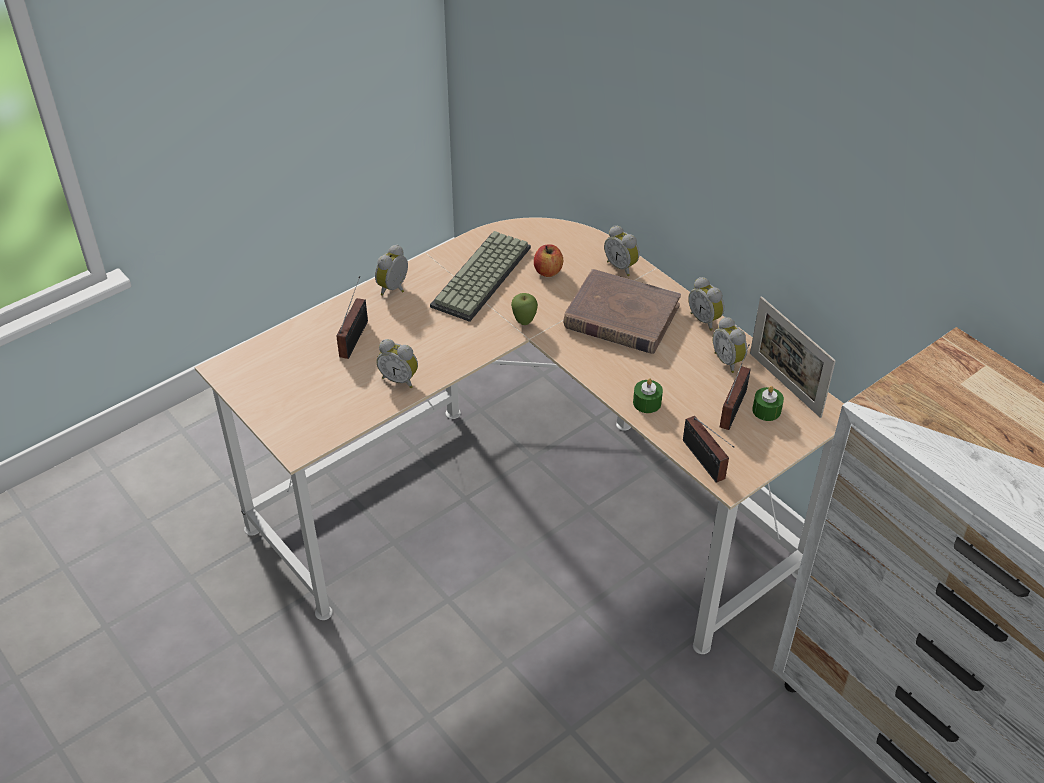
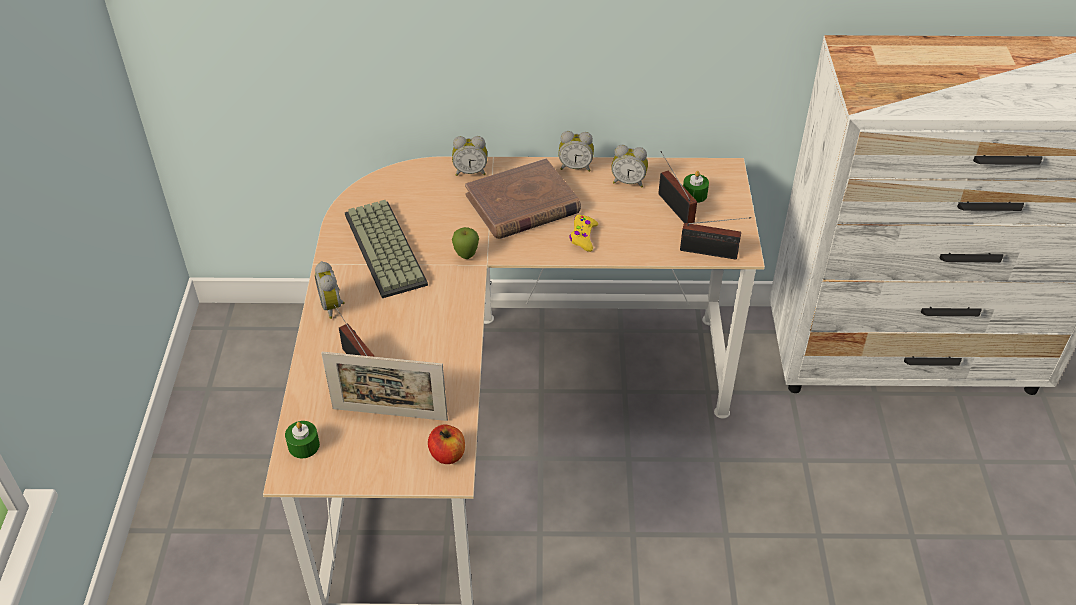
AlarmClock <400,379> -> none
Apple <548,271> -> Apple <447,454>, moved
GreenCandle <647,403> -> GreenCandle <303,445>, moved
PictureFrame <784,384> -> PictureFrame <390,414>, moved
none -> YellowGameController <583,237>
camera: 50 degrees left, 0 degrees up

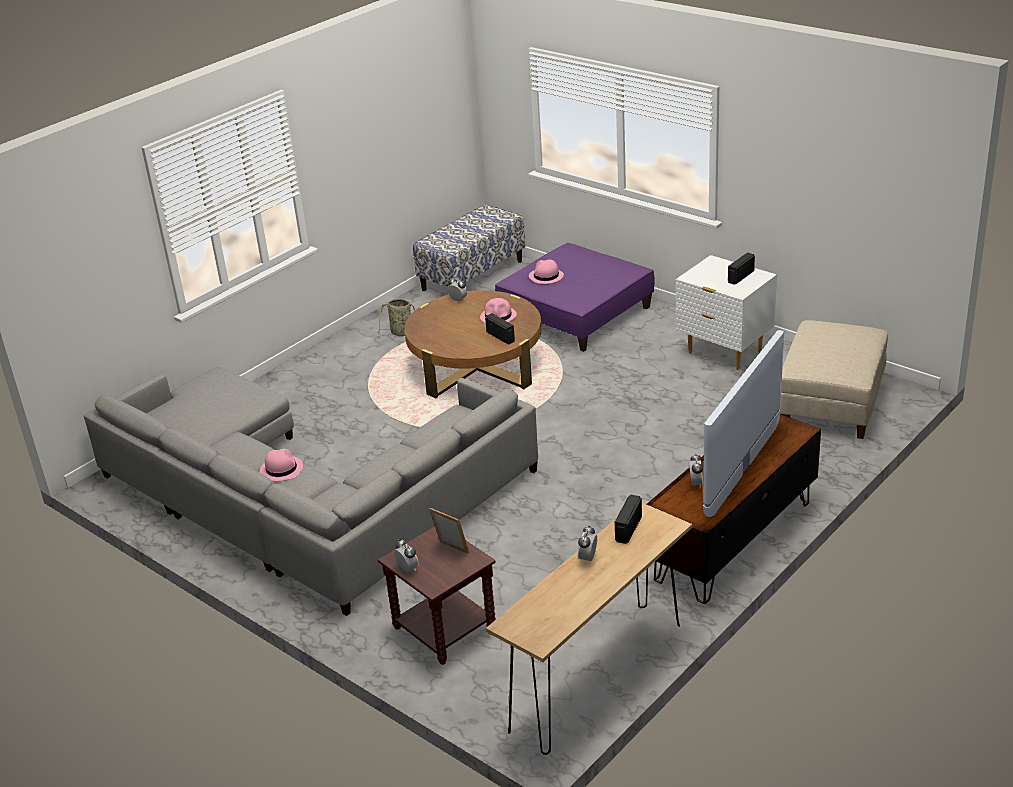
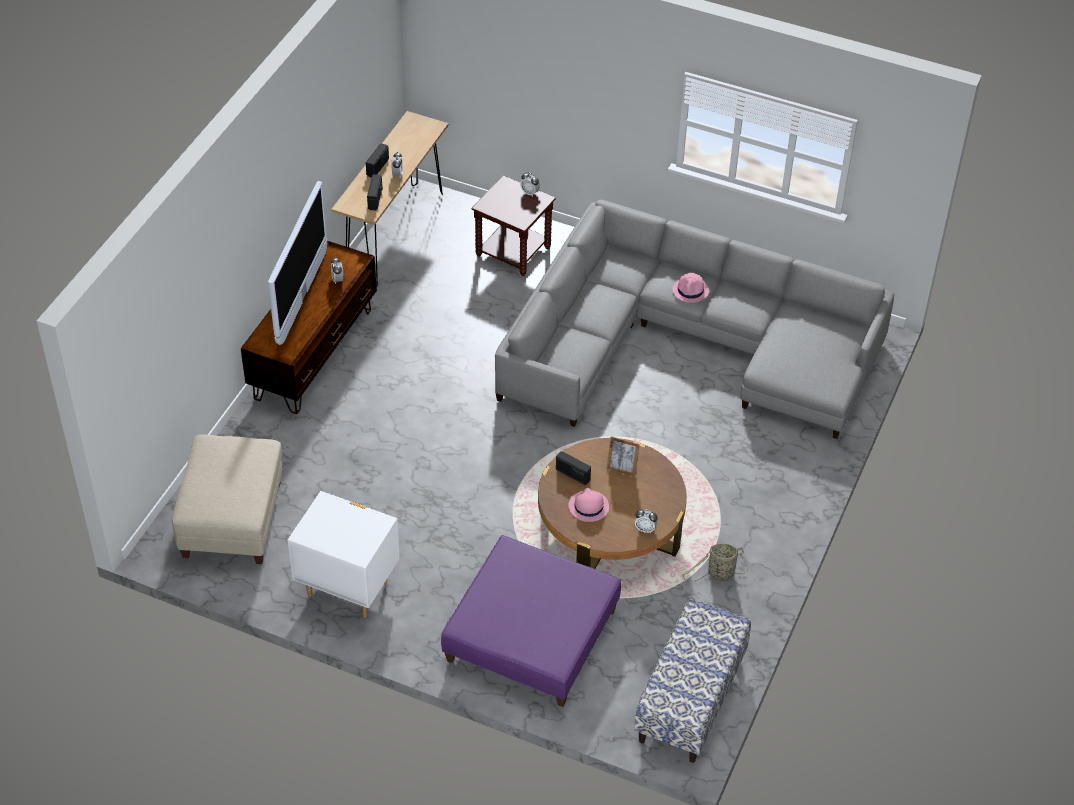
PictureFrame <451,550> -> PictureFrame <621,469>, moved
PinkHat <546,276> -> none
Radio <740,276> -> Radio <378,167>, moved
camera: 160 degrees right, 15 degrees up

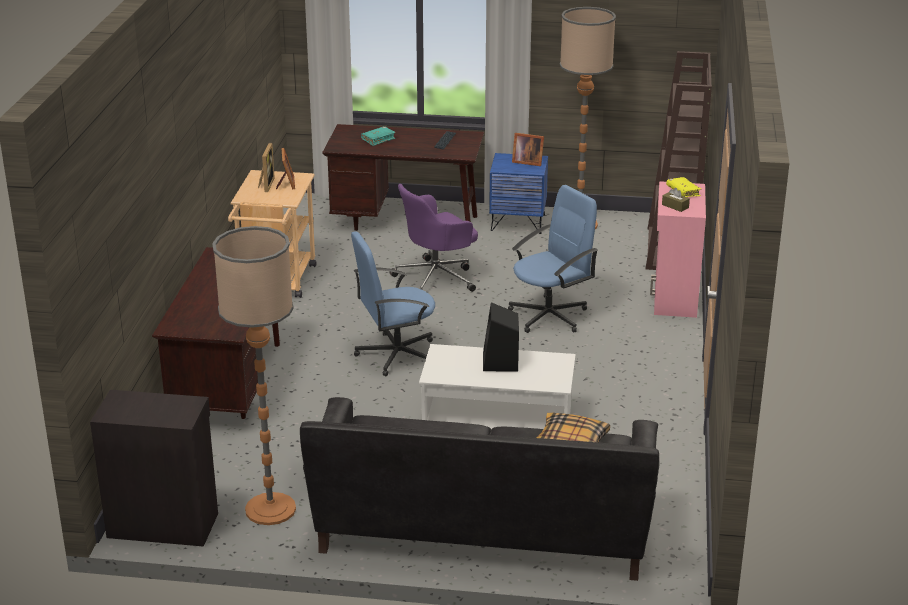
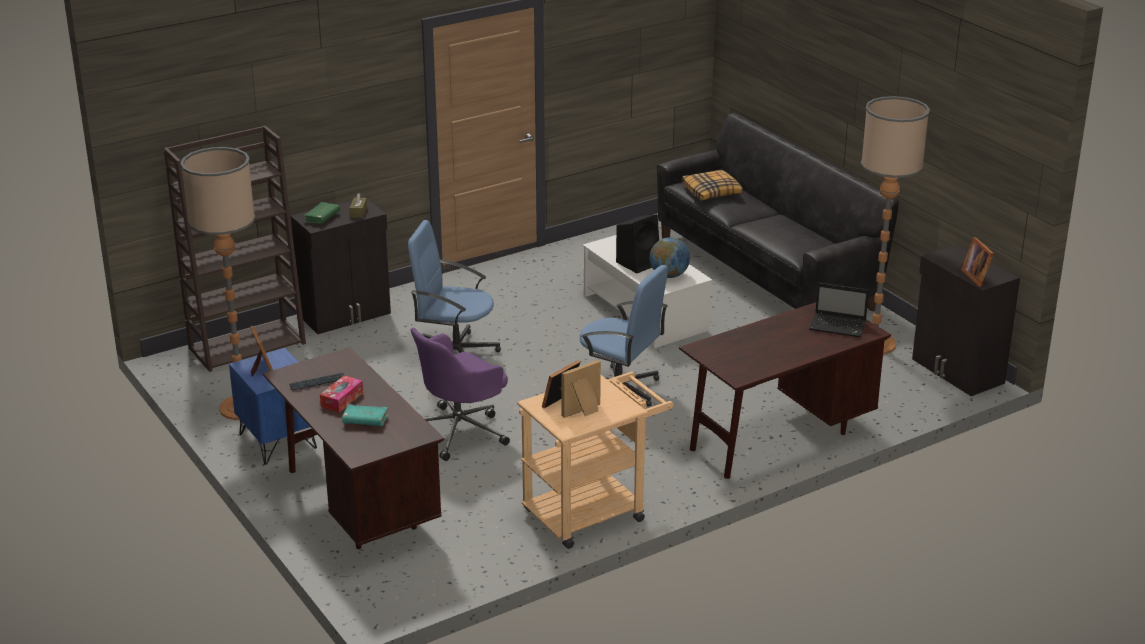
PurpleOfficeChair <437,278> -> PurpleOfficeChair <460,431>, 120 degrees clockwise
PinkCabinet <674,297> -> BlackCabinet <346,315>
YellowBook <683,192> -> GreenBook <322,218>
none -> TissueBox <342,399>
none -> Globe <669,275>
none -> Laptop <838,326>
none -> PictureFrame <977,276>
camera: 130 degrees left, 0 degrees up

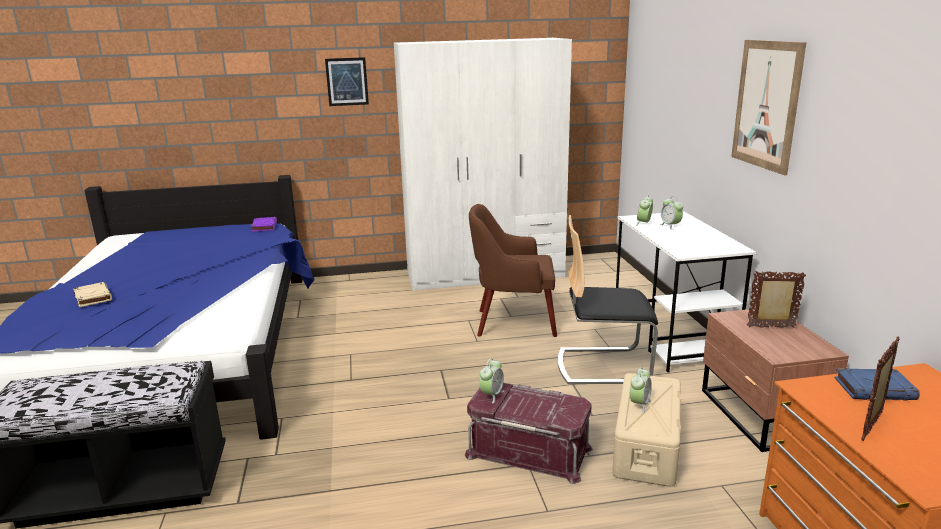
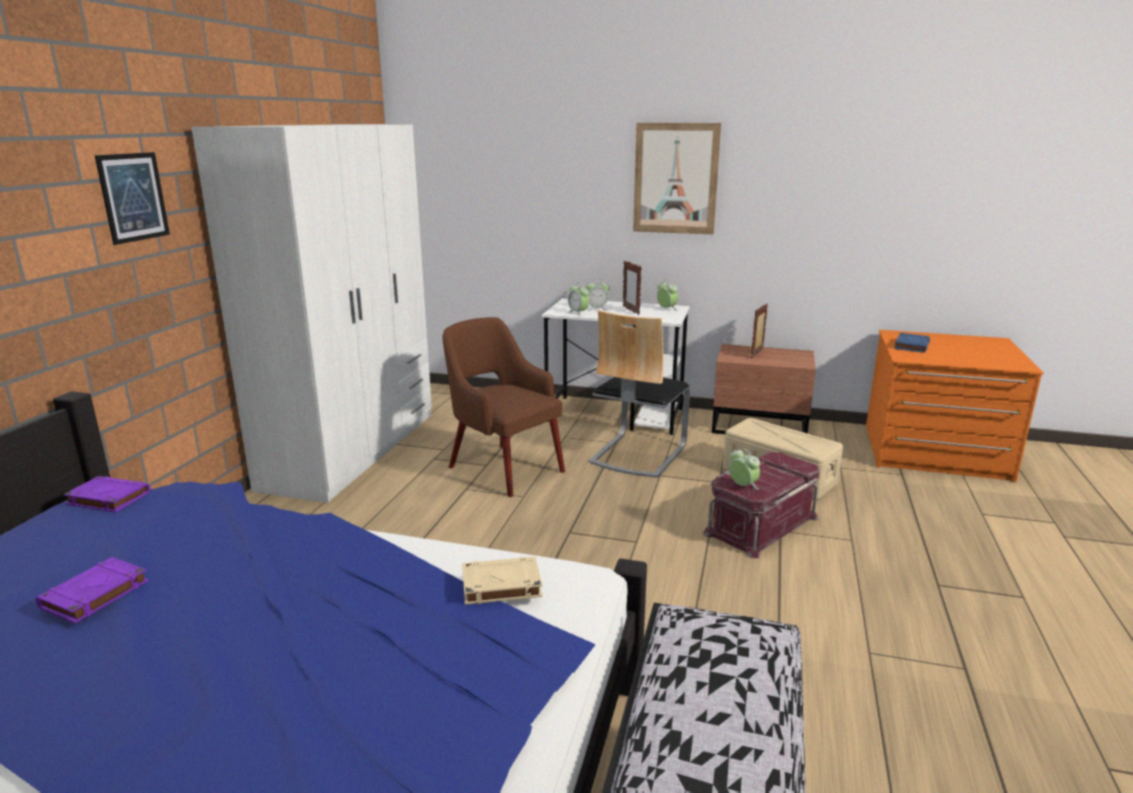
BeigeBook <93,297> -> BeigeBook <500,585>, moved
BrownArmchair <513,322> -> BrownArmchair <503,468>, 105 degrees clockwise
AlarmClock <639,404> -> AlarmClock <666,309>, moved
PictureFrame <872,426> -> PictureFrame <631,310>, moved
none -> PurpleBook <94,595>
camera: 65 degrees left, 0 degrees up

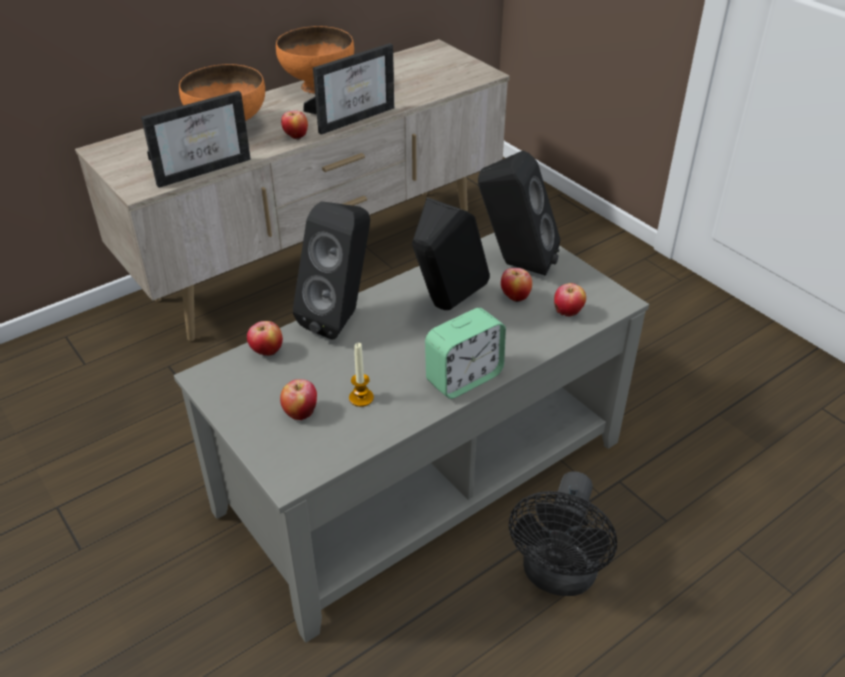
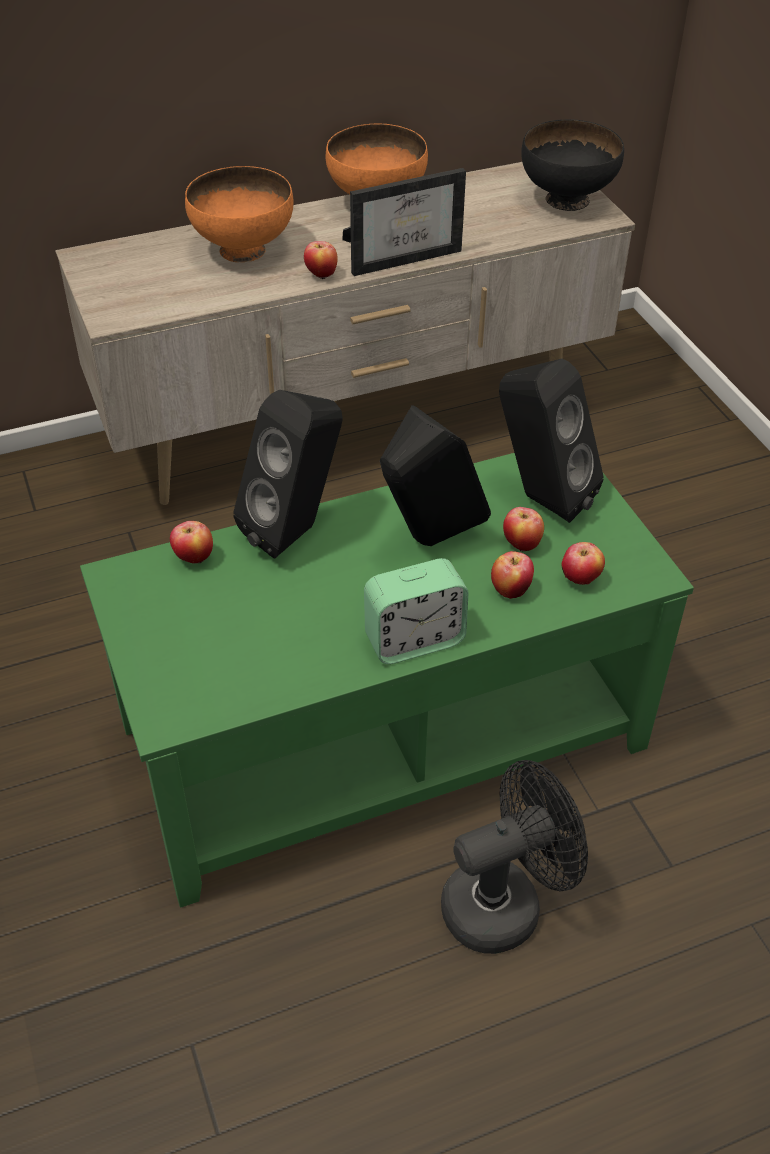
PictureFrame <202,167> -> none
GreyCoffeeTable <422,475> -> GreenCoffeeTable <384,736>
Apple <300,413> -> Apple <510,590>, moved
Candle <361,398> -> none
BlackFan <557,576> -> BlackFan <504,903>, 150 degrees counterclockwise
none -> BlackBowl <566,199>
camera: 15 degrees right, 5 degrees up

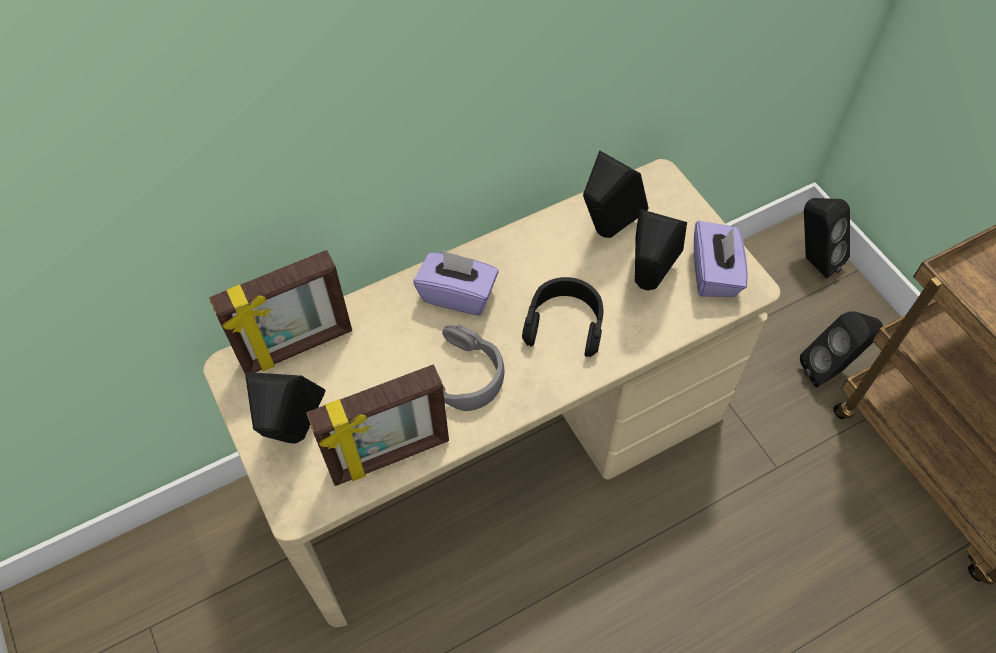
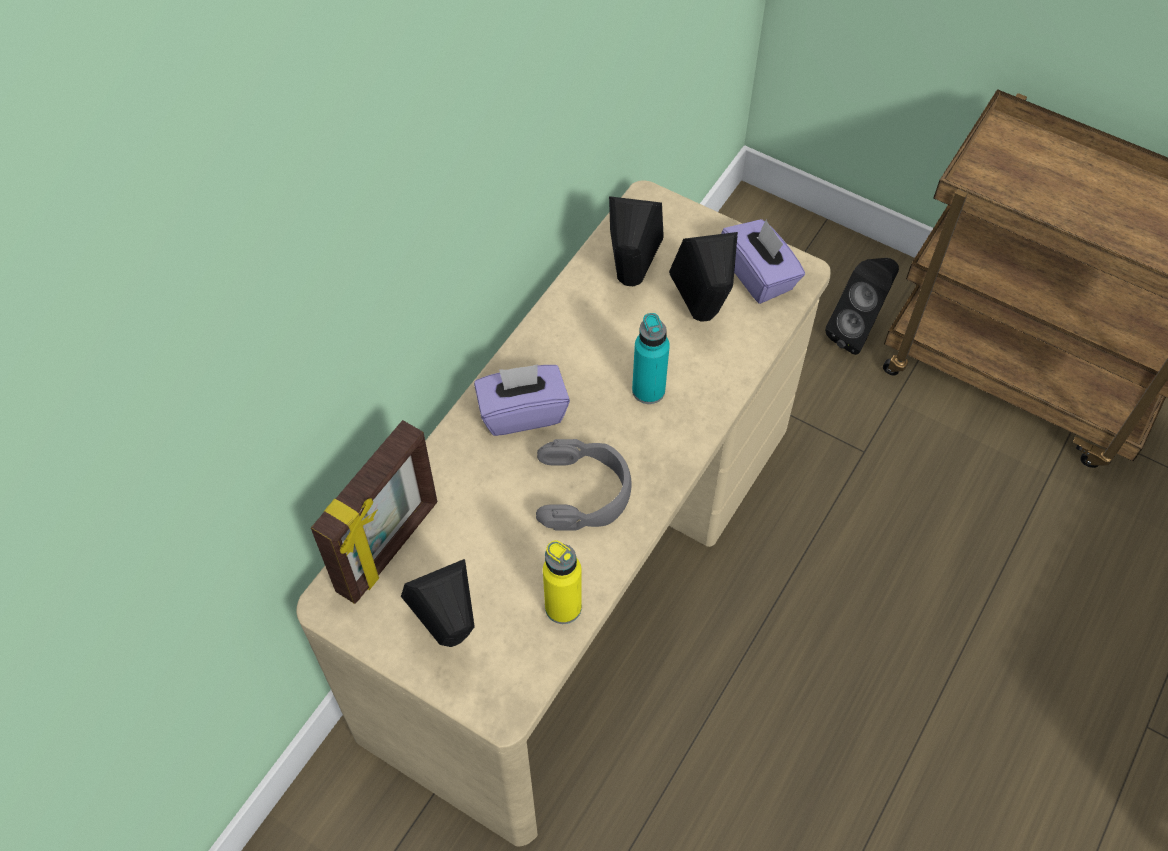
PictureFrame <390,456> -> YellowBottle <563,607>
BlackHeadphones <565,323> -> TurquoiseBottle <648,390>
BlackSpeaker <812,260> -> none
camera: 30 degrees left, 0 degrees up

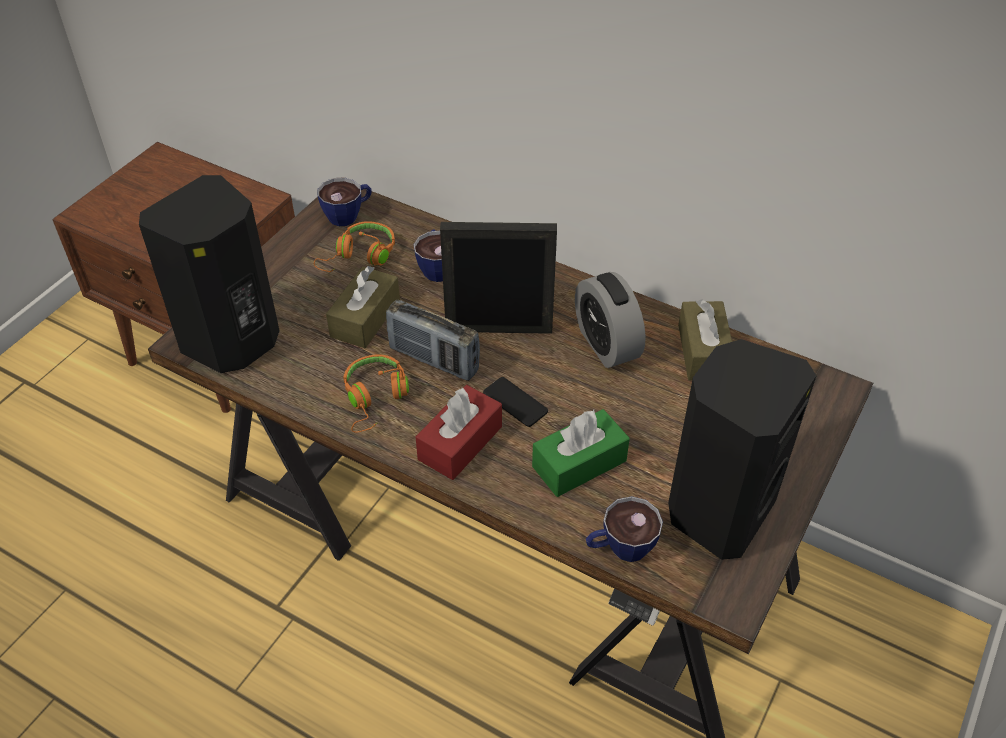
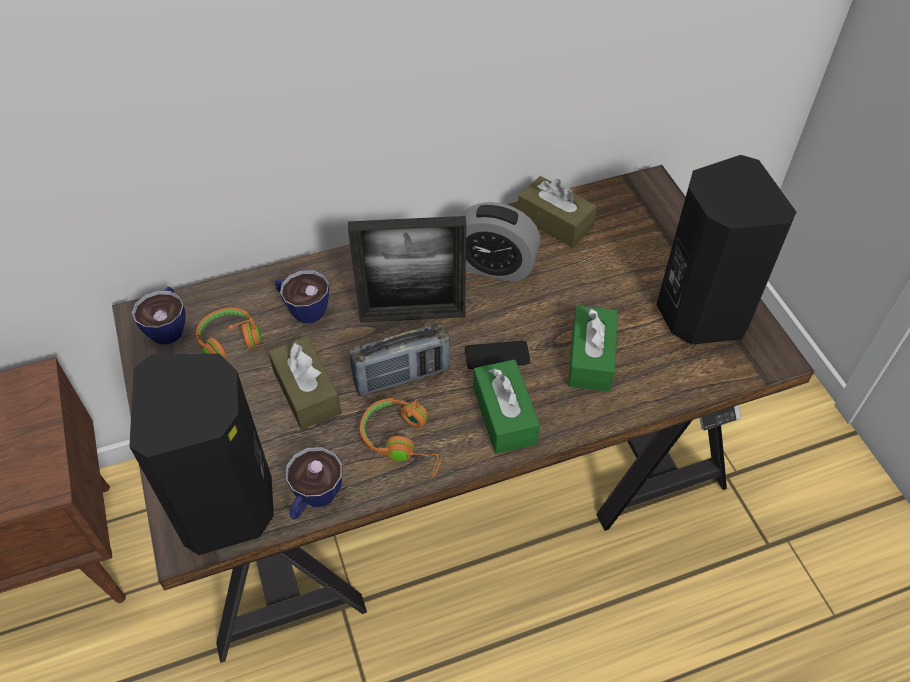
RedTissueBox <460,443> -> GreenTissueBox <504,415>
PictureFrame <499,328> -> PictureFrame <412,315>, 135 degrees counterclockwise
Cup <620,548> -> Cup <314,499>, moved
camera: 50 degrees left, 5 degrees up

